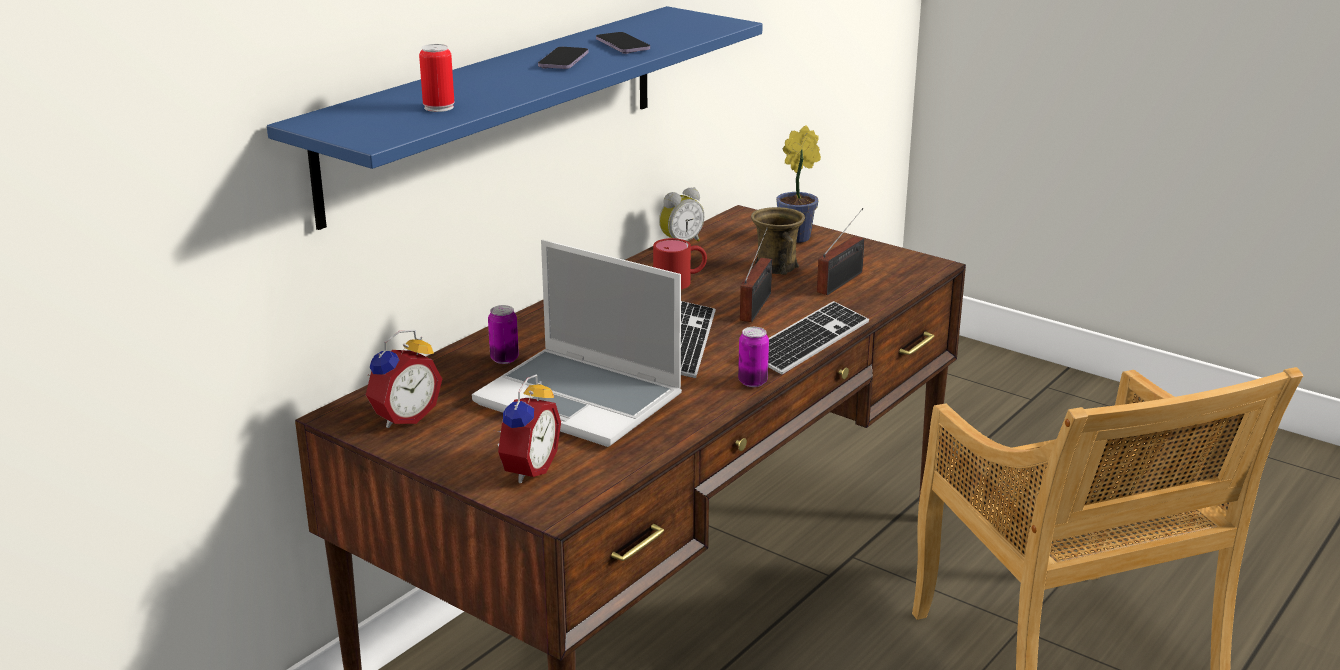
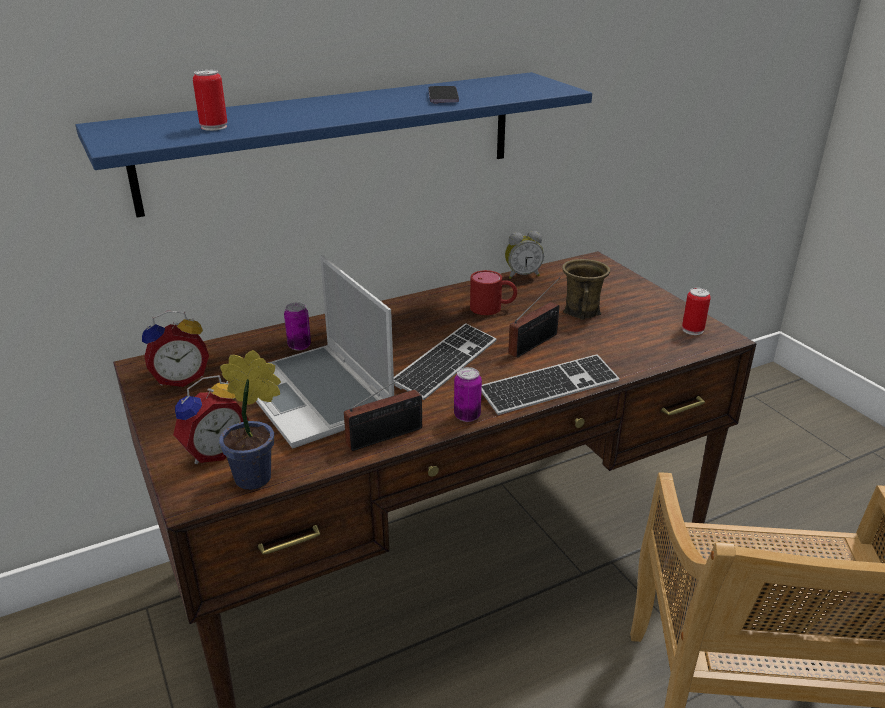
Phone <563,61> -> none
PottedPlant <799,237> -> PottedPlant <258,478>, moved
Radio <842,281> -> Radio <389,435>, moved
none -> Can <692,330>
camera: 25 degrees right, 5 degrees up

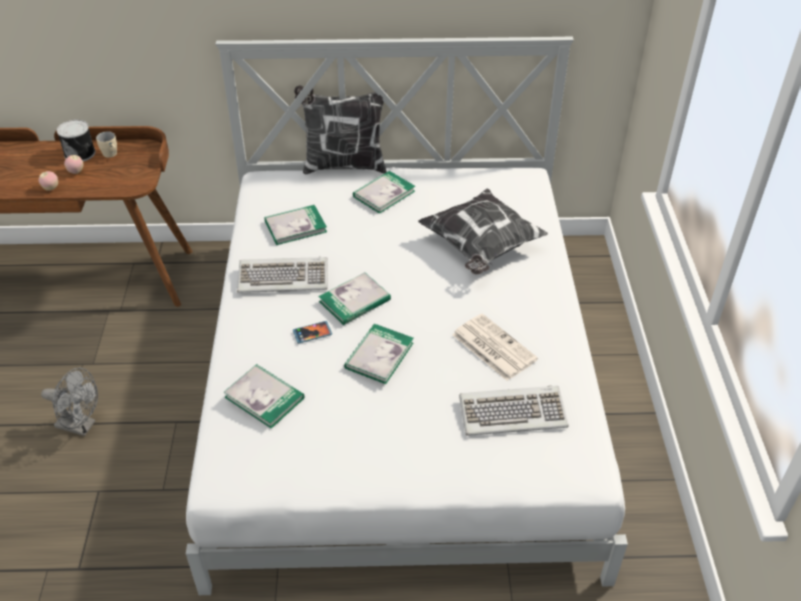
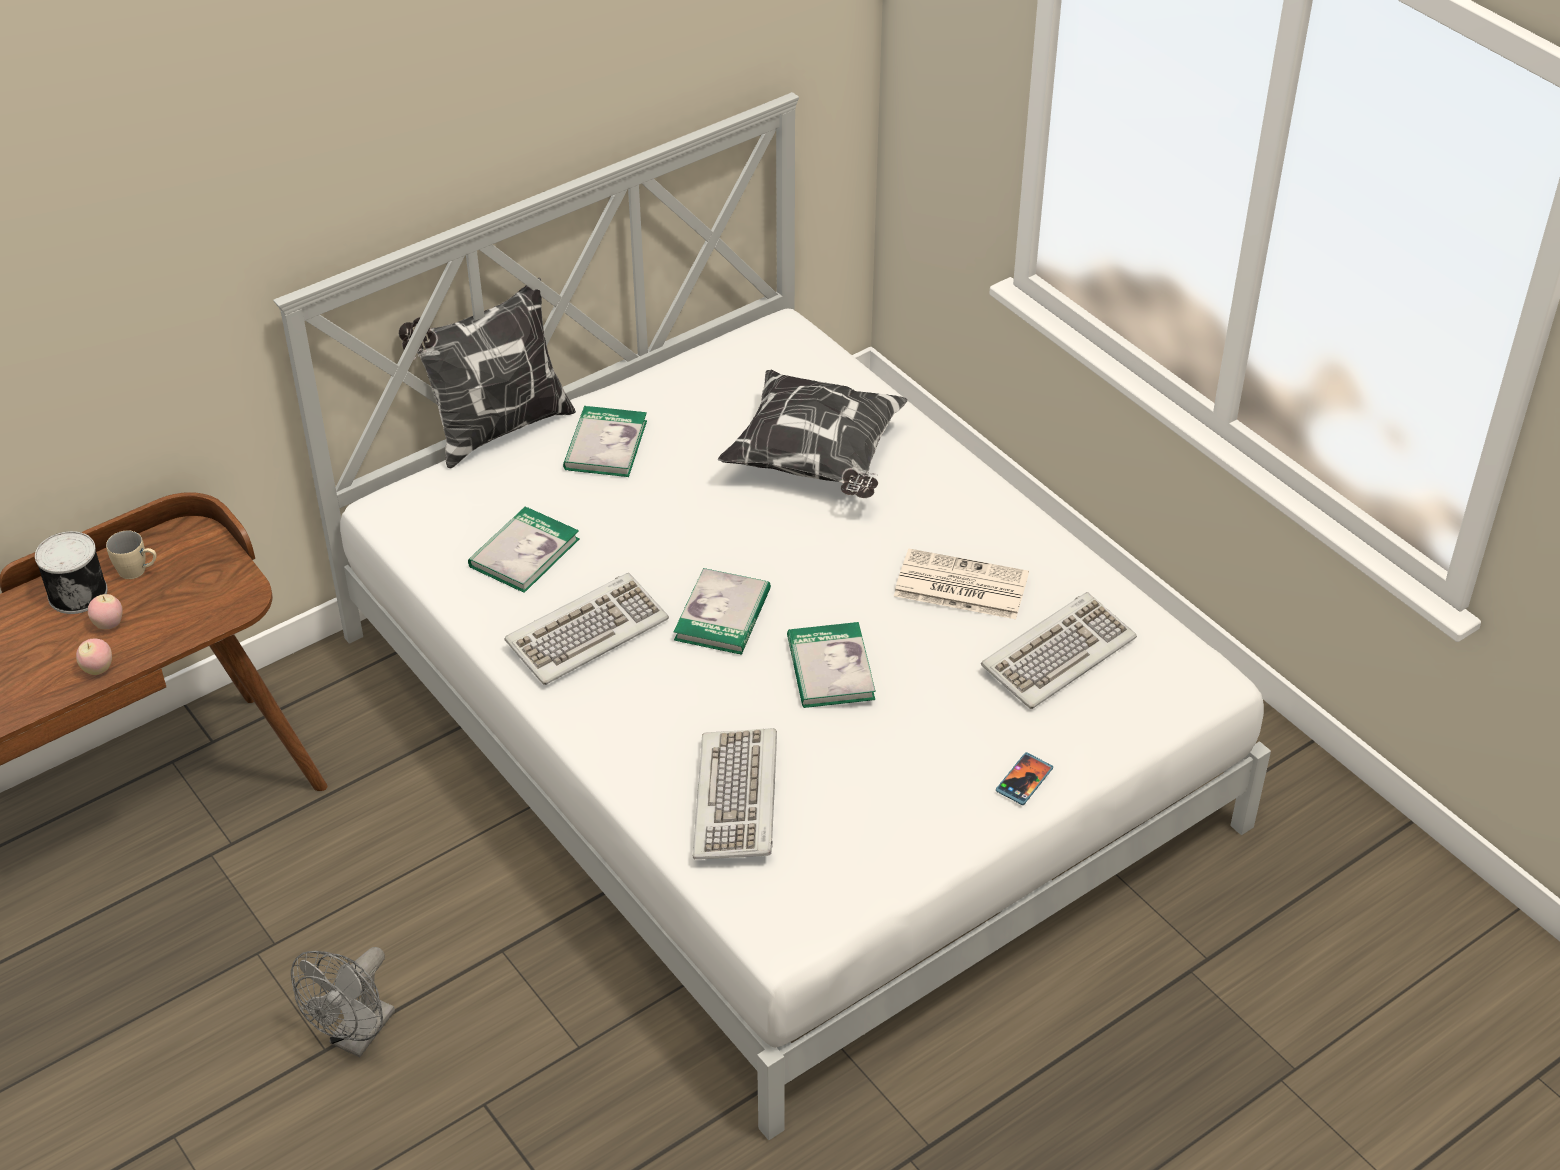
GreyFan <81,426> -> GreyFan <357,1037>, 135 degrees clockwise
Book <264,397> -> Keyboard <738,799>
Phone <312,333> -> Phone <1024,780>, moved
camera: 35 degrees left, 0 degrees up

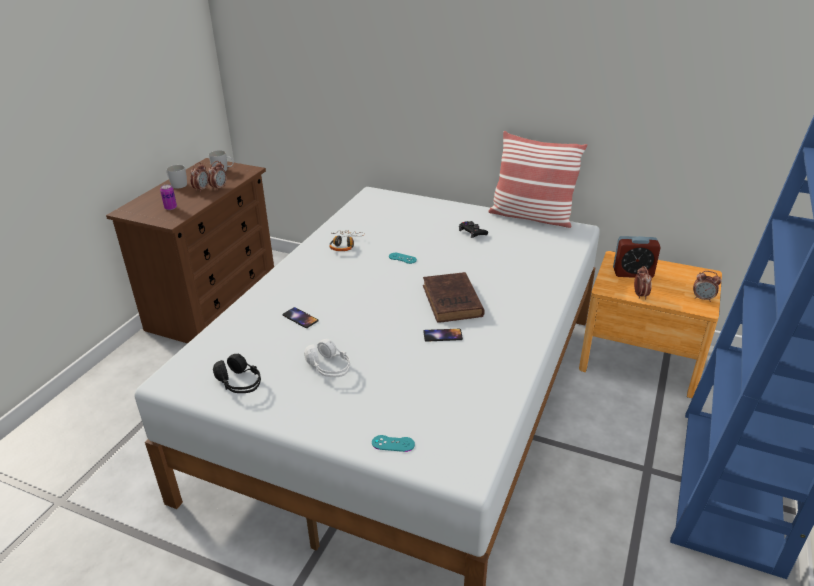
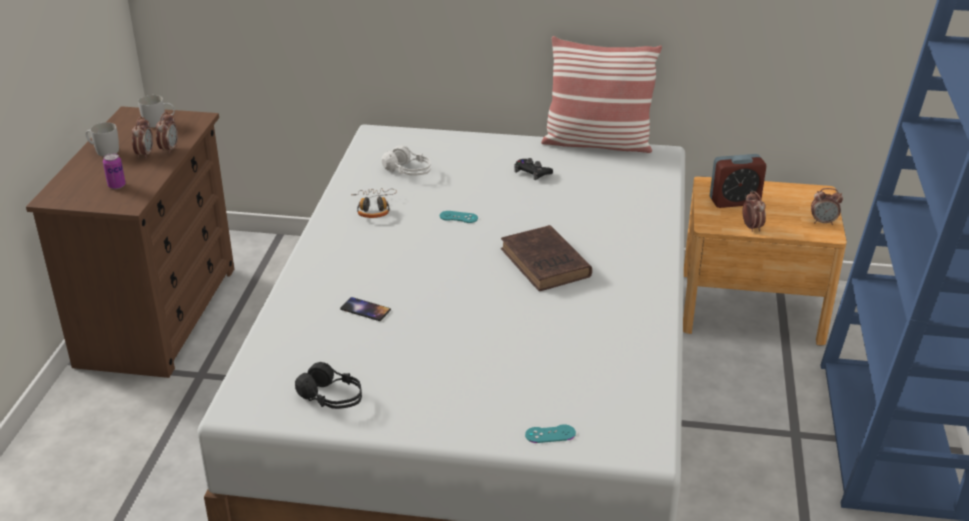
WhiteHeadphones <329,367> -> WhiteHeadphones <408,171>, moved
Phone <442,335> -> none
camera: 15 degrees left, 0 degrees up

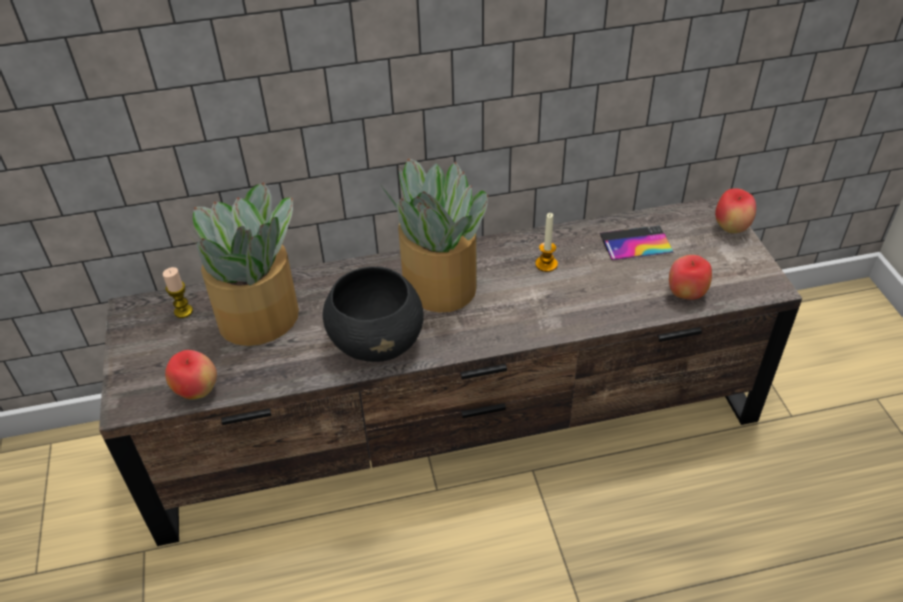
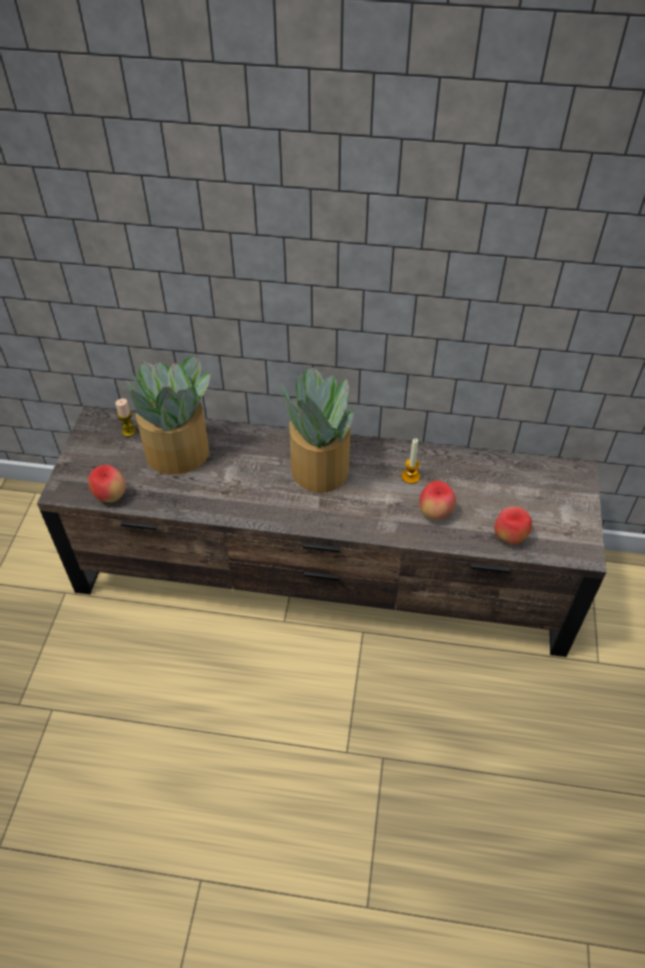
BlackBowl <377,341> -> none
Phone <635,243> -> none
Apple <731,228> -> Apple <435,513>, moved
camera: 20 degrees right, 5 degrees up

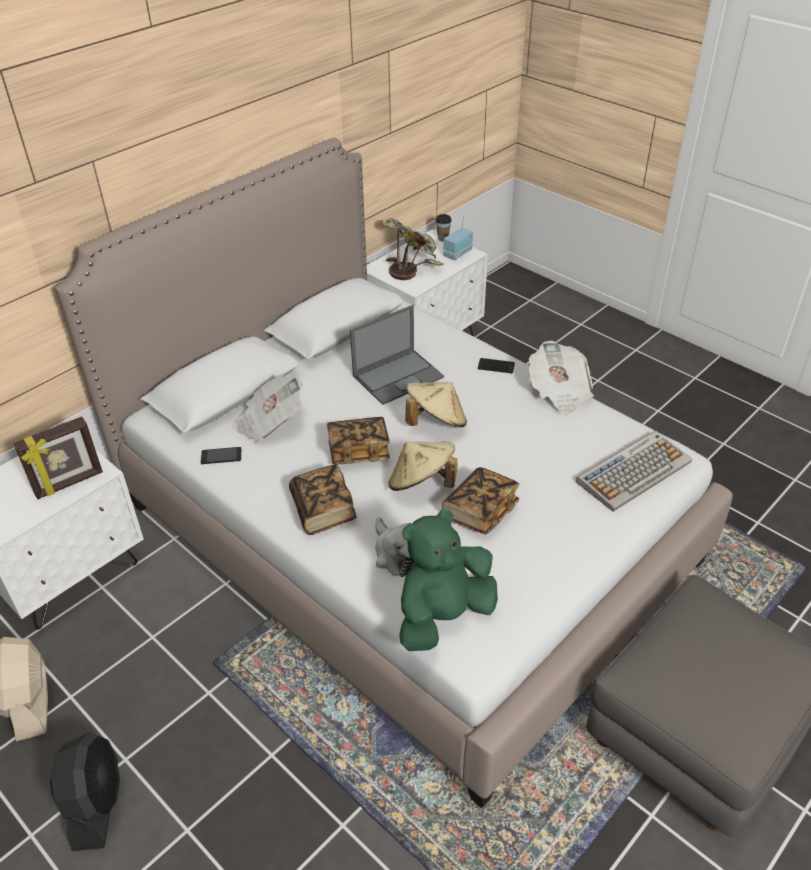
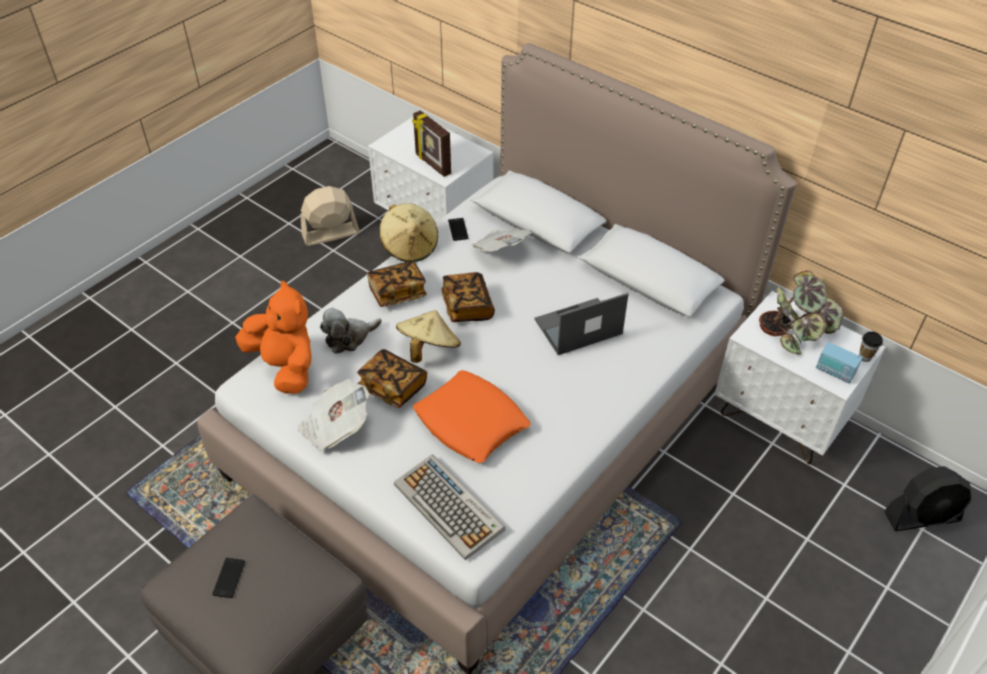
BlackFan <96,803> -> BlackFan <922,516>, moved
Laptop <399,376> -> Laptop <577,327>, 105 degrees clockwise
GreenPlushToy <443,616> -> OrangePlushToy <285,366>
BeigeHat <435,421> -> BeigeHat <410,247>, moved
Phone <496,366> -> Phone <229,578>, moved
Newspaper <559,392> -> Newspaper <335,427>, moved
none -> OrangePillow <471,422>
camera: 85 degrees right, 5 degrees up

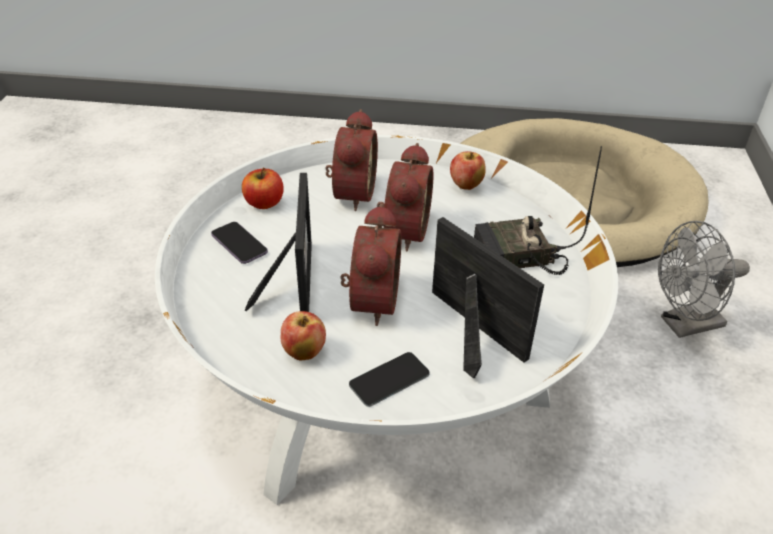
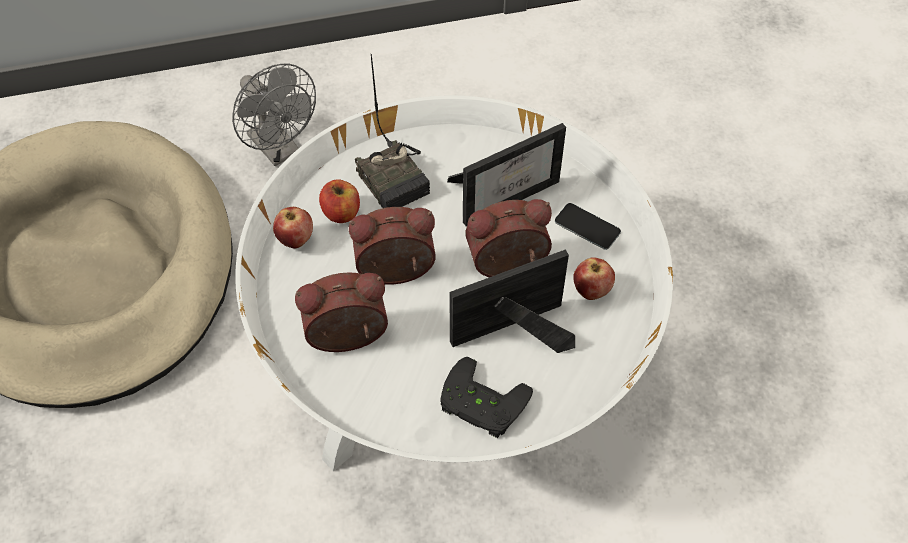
Phone <239,244> -> BlackGameController <480,405>
Apple <264,203> -> Apple <341,213>, moved
PictureFrame <467,329> -> PictureFrame <507,193>, 150 degrees counterclockwise
camera: 110 degrees left, 15 degrees up

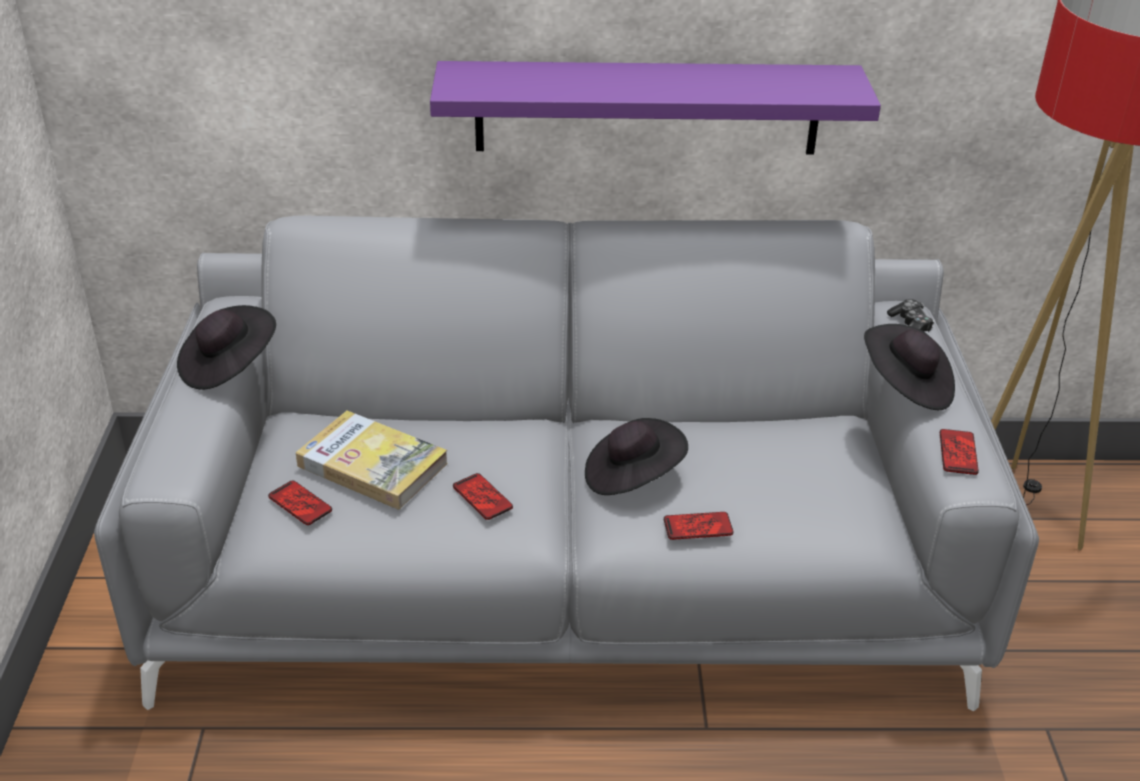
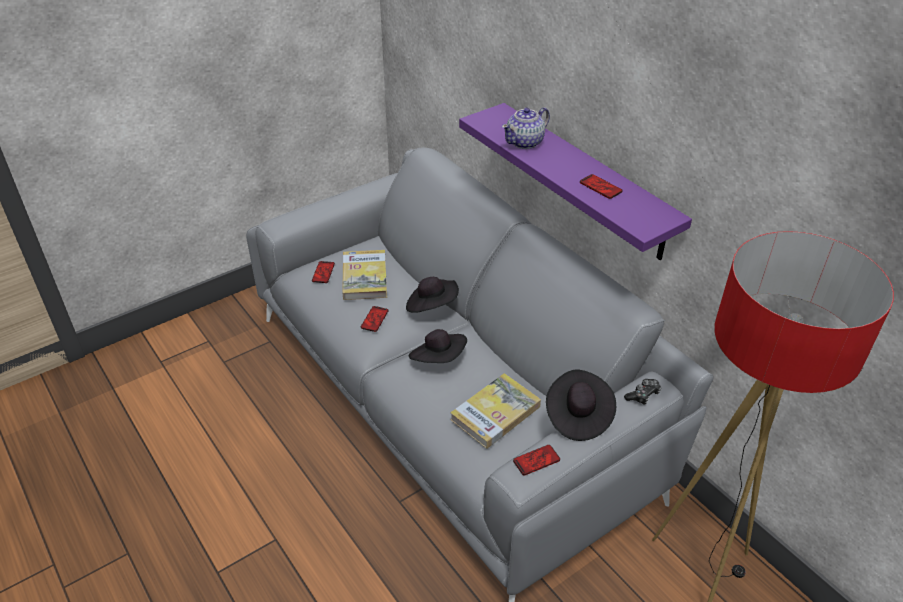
BlackHat <228,367> -> BlackHat <431,306>, moved
Phone <698,527> -> Phone <600,187>, moved
none -> Book <495,413>
none -> Teapot <525,142>
camera: 55 degrees right, 5 degrees up

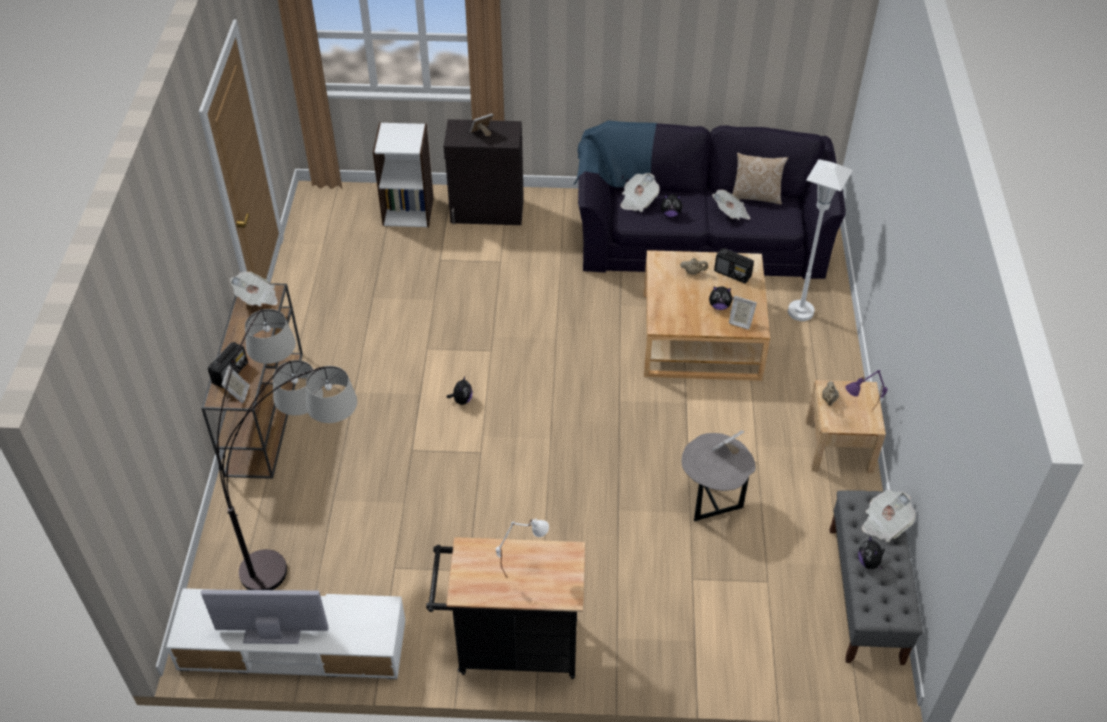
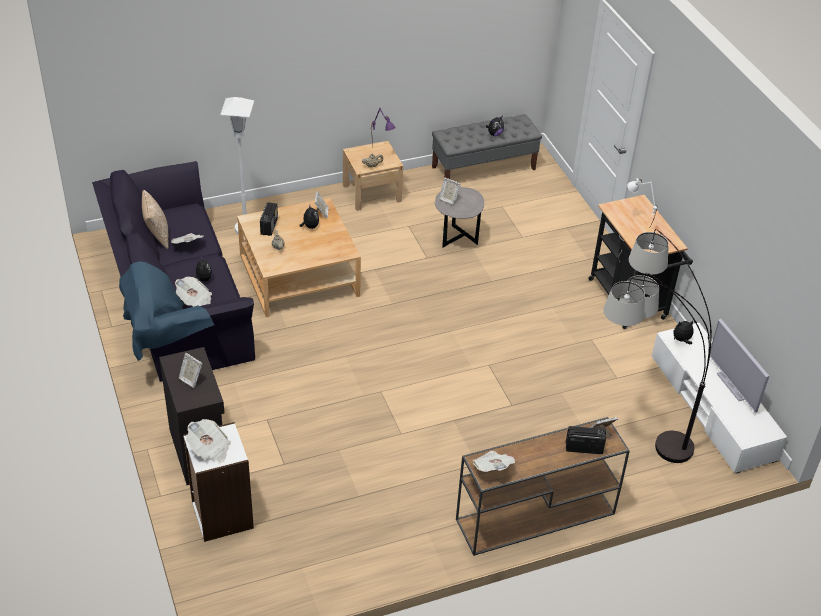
PlushToy <462,400> -> PlushToy <681,340>, moved
Newspaper <884,523> -> Newspaper <209,449>, moved
camera: 115 degrees left, 5 degrees down

